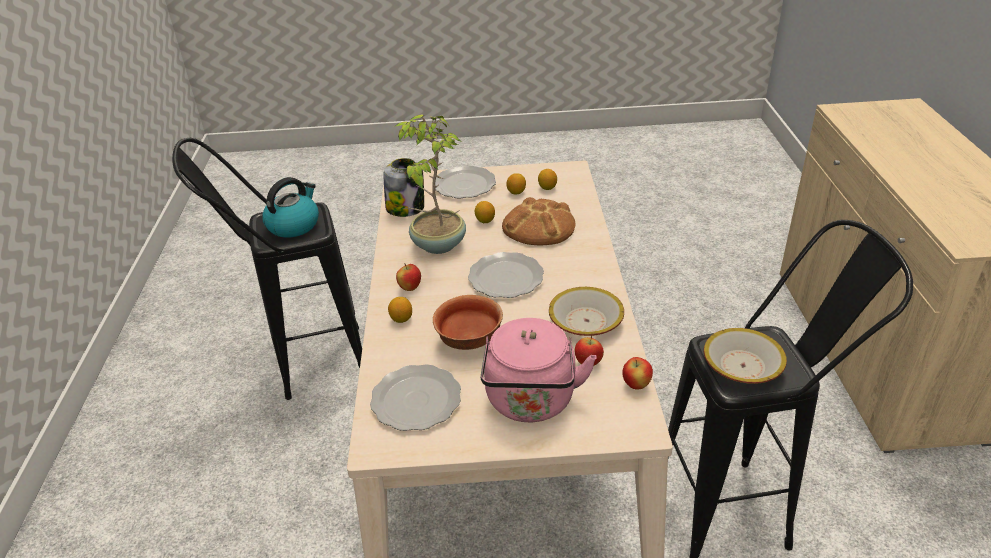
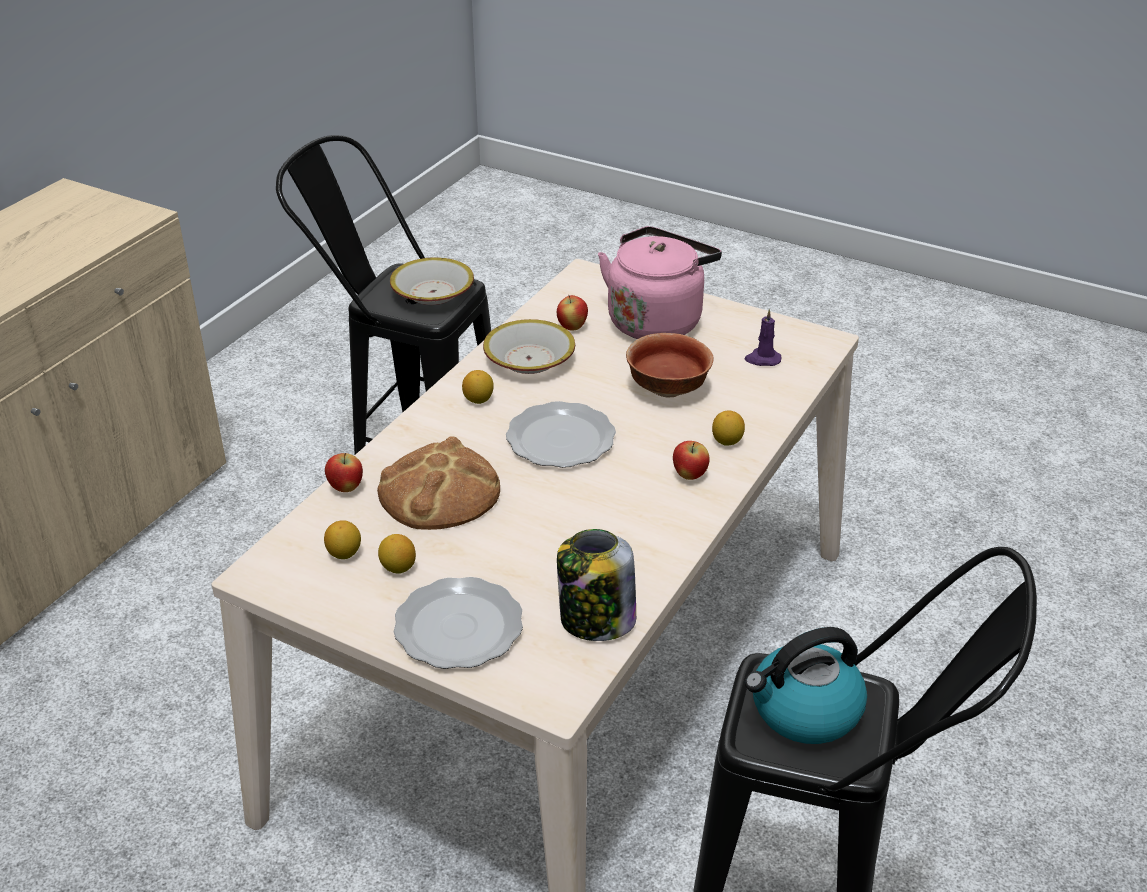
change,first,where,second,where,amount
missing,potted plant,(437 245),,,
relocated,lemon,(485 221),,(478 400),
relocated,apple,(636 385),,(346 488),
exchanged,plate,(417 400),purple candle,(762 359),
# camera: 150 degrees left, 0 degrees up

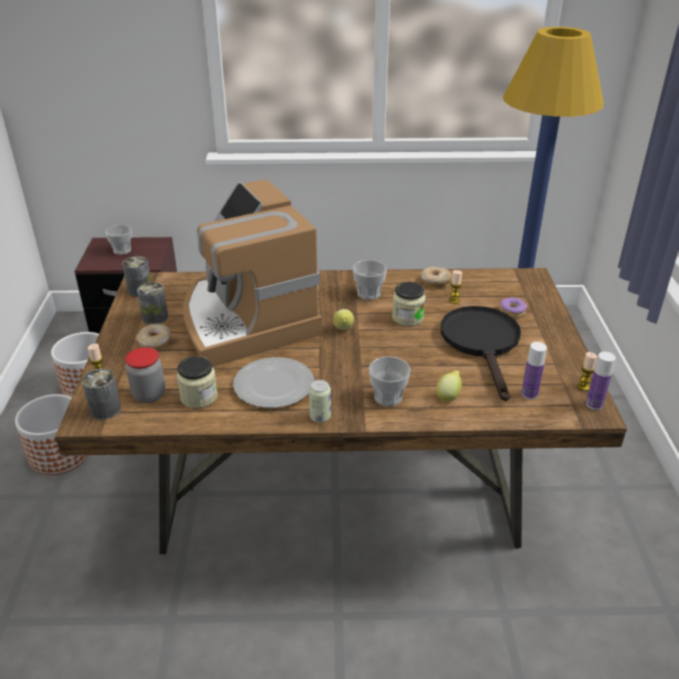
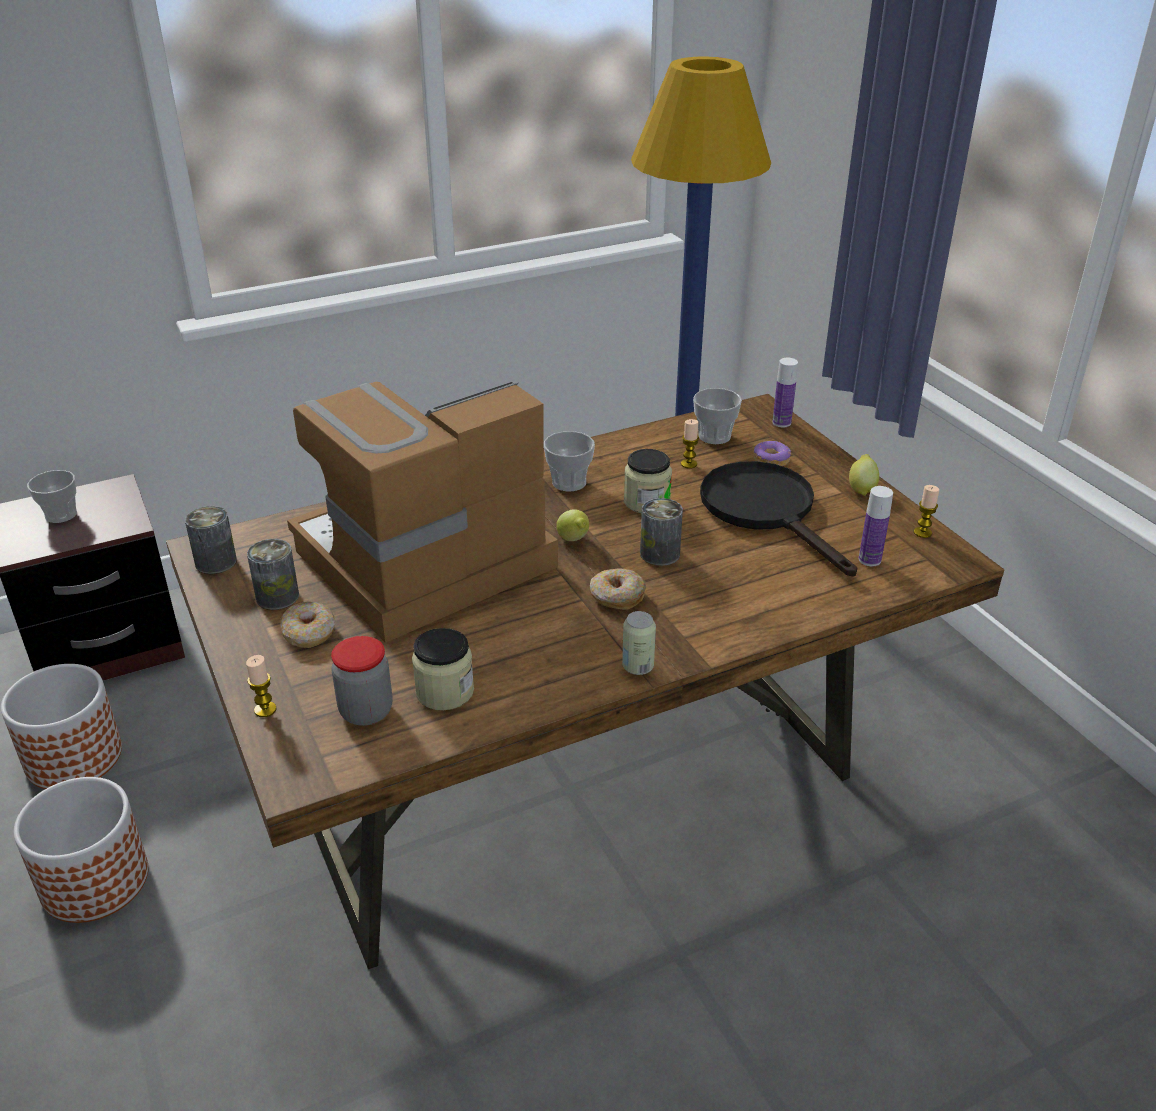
change,first,where,second,where,amount
missing,plate,(275 385),,,
relocated,can,(105 409),,(660 553),
relocated,cup,(388 397),,(714 436),
relocated,donut,(435 282),,(616 596),
relocated,lemon,(448 396),,(861 489),
relocated,bottle,(594 404),,(781 423),
spun,coffee machine,(246 319),,(423 562),105 degrees clockwise
# camera: 25 degrees left, 0 degrees up

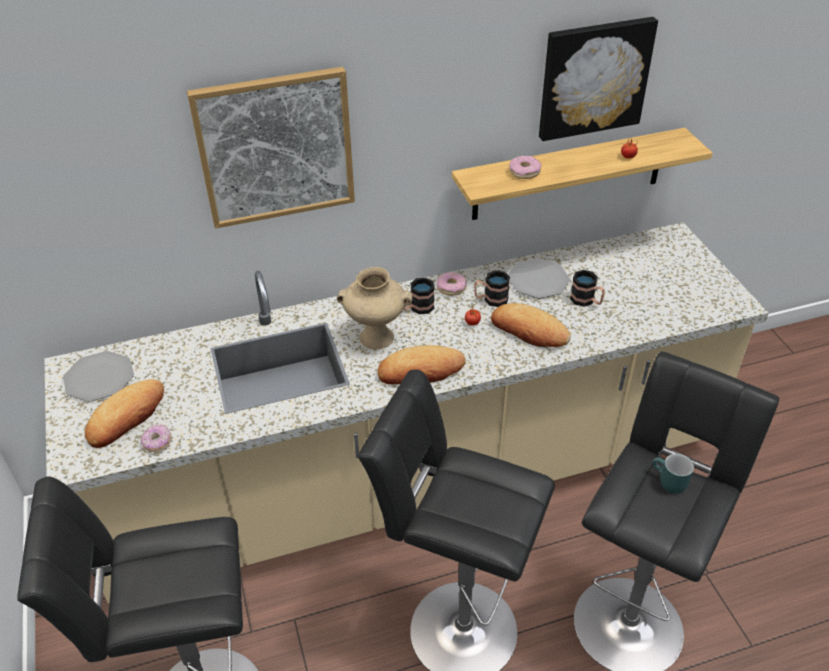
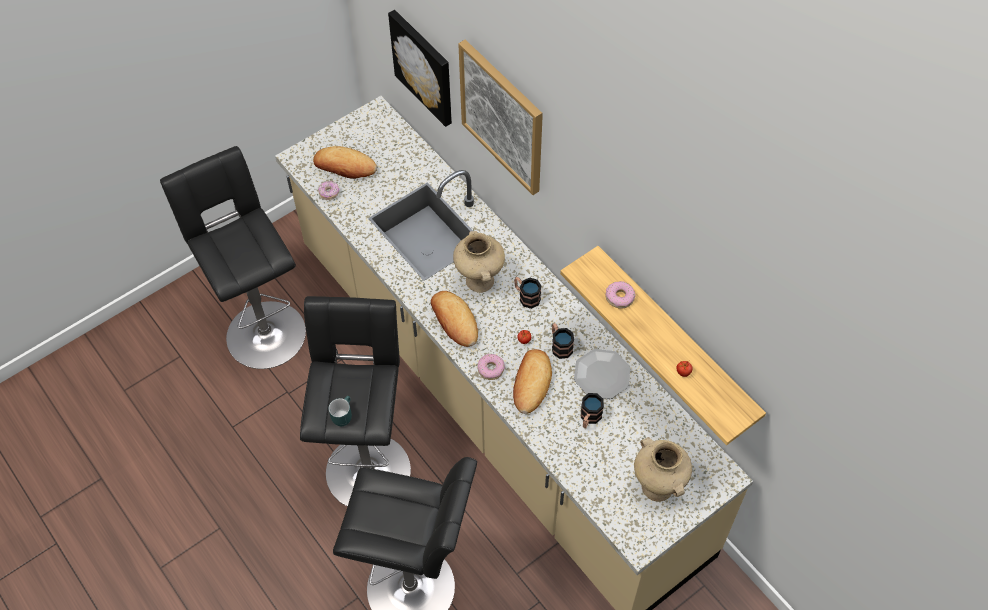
change,first,where,second,where,amount
missing,plate,(99 377),,,
appeared,,,beige vase,(658 487),
relocated,donut,(451 287),,(490 369),
relocated,picture,(593 77),,(424 66),
relocated,turquoise mug,(668 482),,(342 415),
# camera: 70 degrees right, 15 degrees up

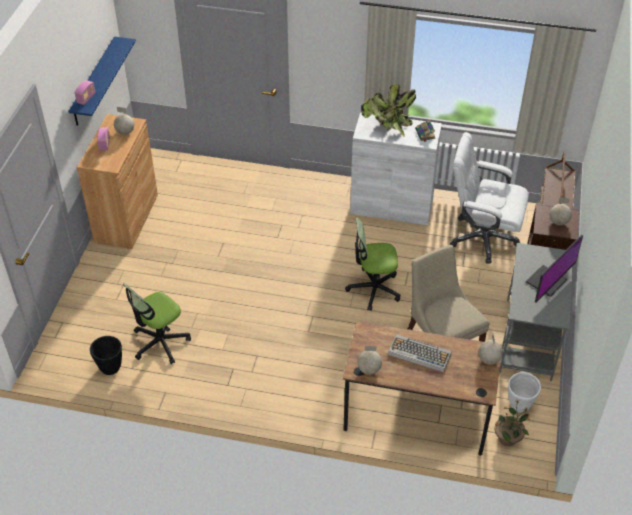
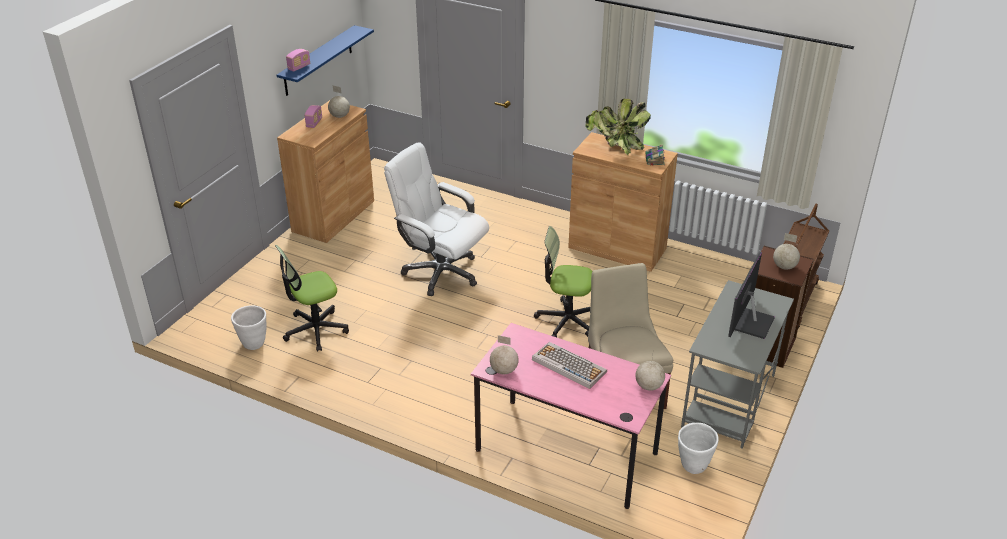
change,first,where,second,where,amount
missing,potted plant,(508 438),,,
relocated,white office chair,(482 238),,(440 272),
colour,black planter,(110 368),white planter,(254 343),
colour,brown desk,(416 414),pink desk,(566 451),
colour,white cabinet,(391 206),brown cabinet,(617 248),
spun,monitor,(547 281),,(750 323),150 degrees clockwise
# camera: 15 degrees right, 10 degrees down

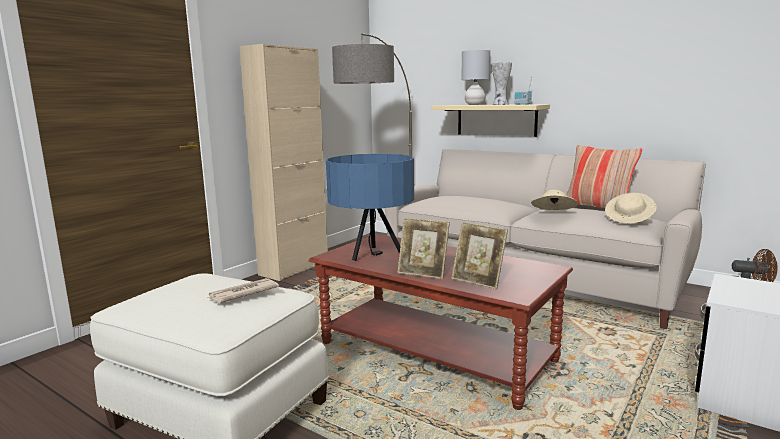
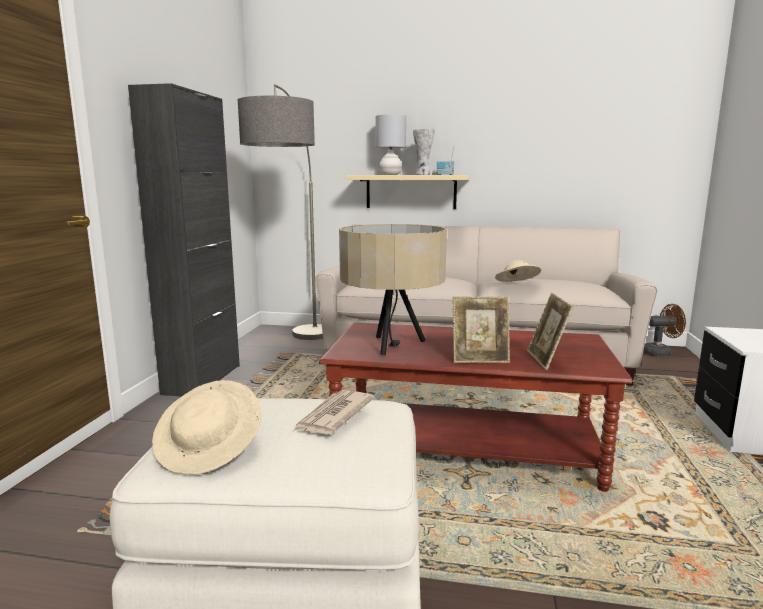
change,first,where,second,where,amount
missing,pillow,(598 208),,,
relocated,beige hat,(629 219),,(210 449),
colour,beige cabinet,(294 268),black cabinet,(202 379),
colour,blue table lamp,(372 255),beige table lamp,(392 347),
spun,picture frame,(478 281),,(546 360),75 degrees clockwise
# camera: 25 degrees left, 0 degrees up

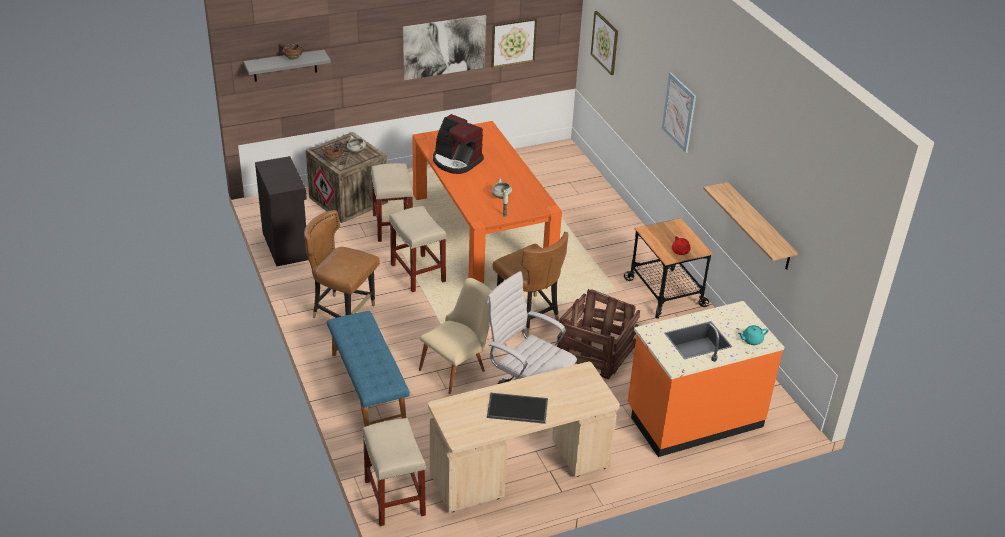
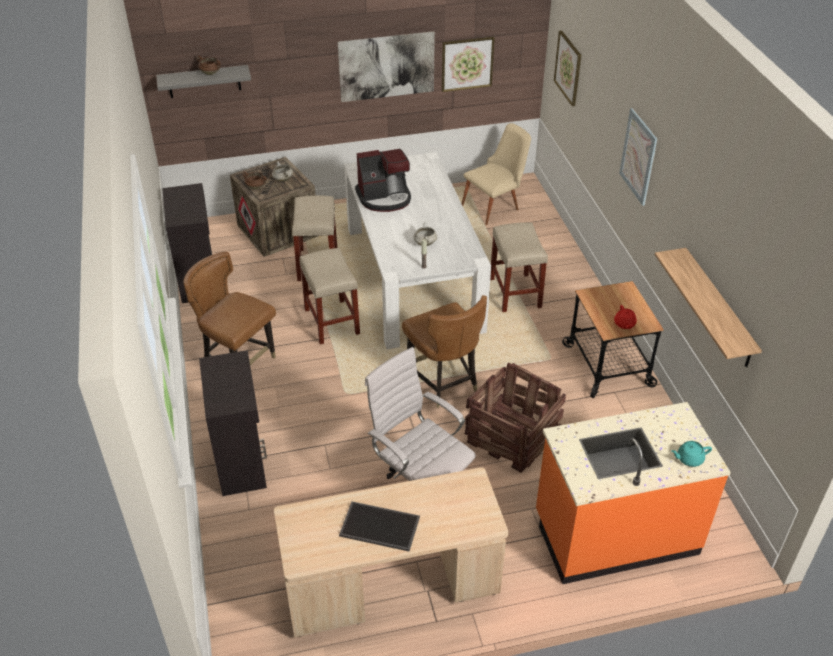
change,first,where,second,where,amount
relocated,beige stool,(395 498),,(515 293),
relocated,beige chair,(458 368),,(495 206),
exchanged,blue bench,(367 388),black cabinet,(241 460),
colour,orange dining table,(482 233),white dining table,(413 277),
spun,coffee machine,(456 161),,(384 198),60 degrees counterclockwise
# camera: 10 degrees right, 5 degrees up

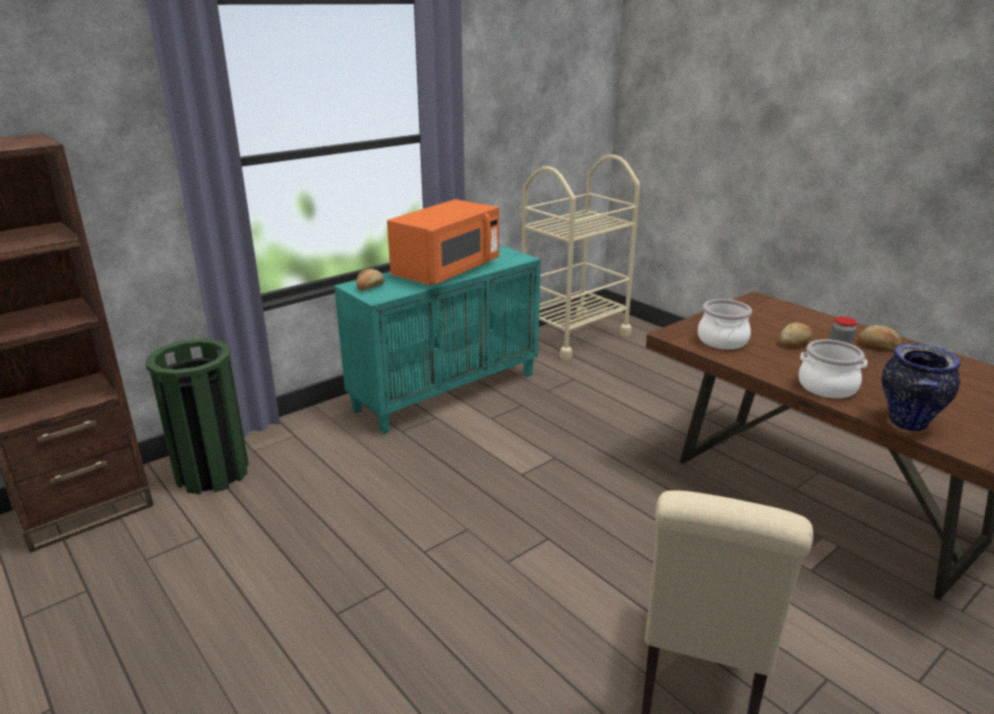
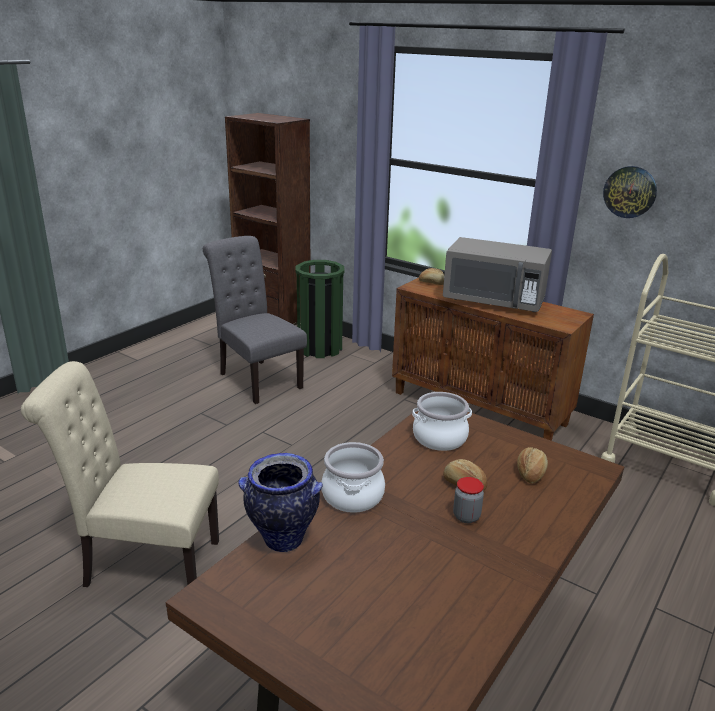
change,first,where,second,where,amount
appeared,,,grey chair,(256 379),
appeared,,,wall clock,(630 192),
relocated,bread,(878 346),,(530 473),
colour,turquoise cabinet,(446 391),brown cabinet,(480 408),
colour,orange microwave,(446 271),grey microwave,(493 301),
# camera: 75 degrees right, 0 degrees up

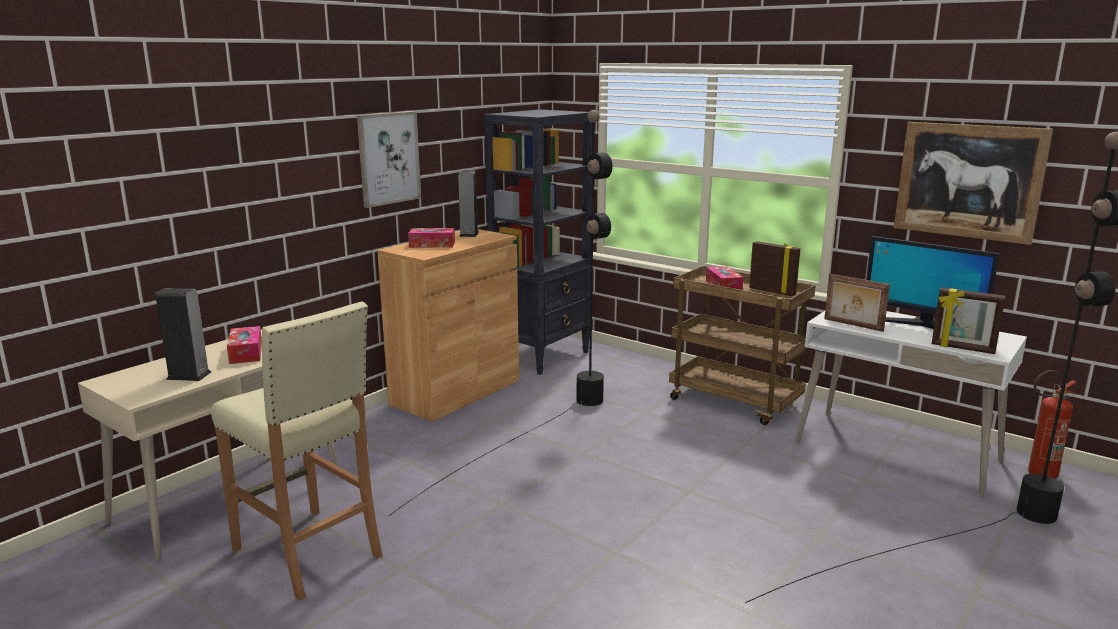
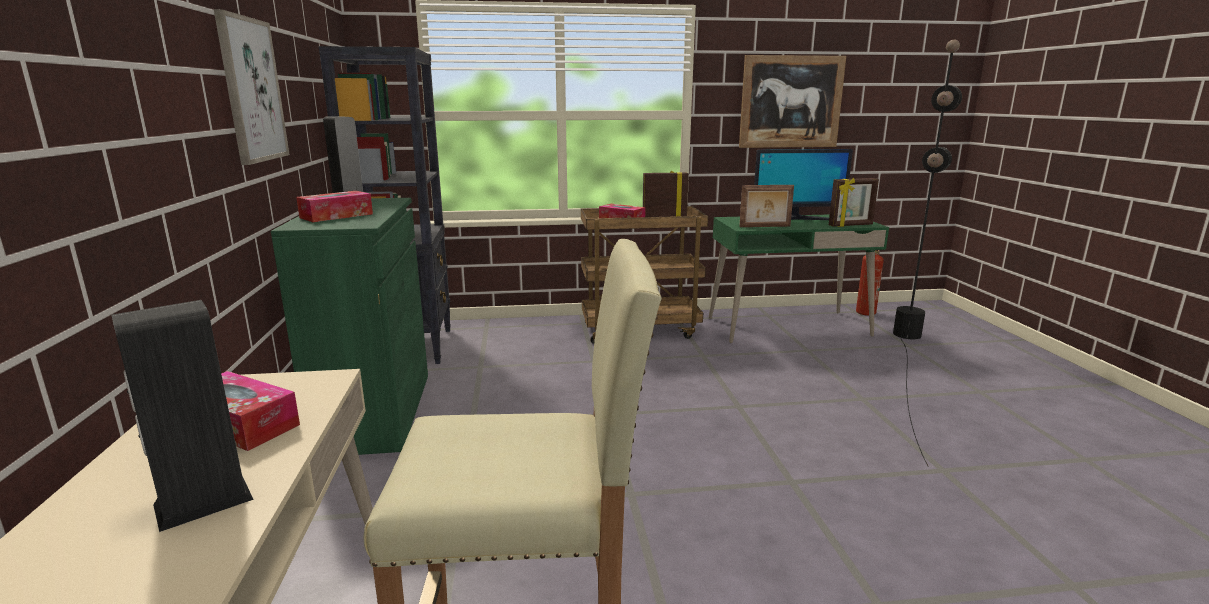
change,first,where,second,where,amount
missing,black floor lamp,(542 426),,,
colour,brown cabinet,(456 392),green cabinet,(375 412),
colour,white desk,(896 452),green desk,(787 327),
# camera: 45 degrees left, 0 degrees up

